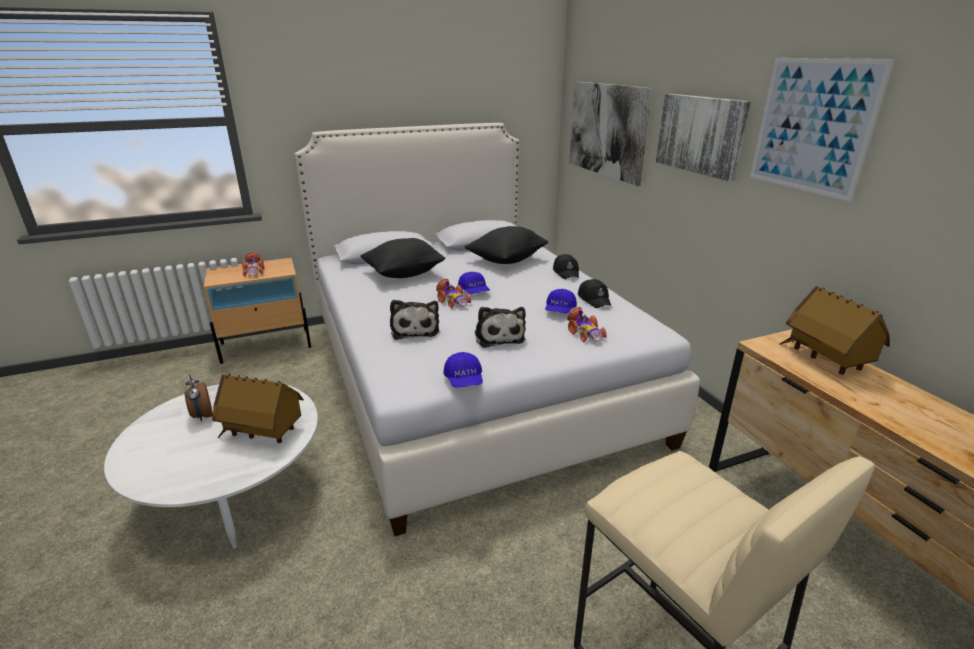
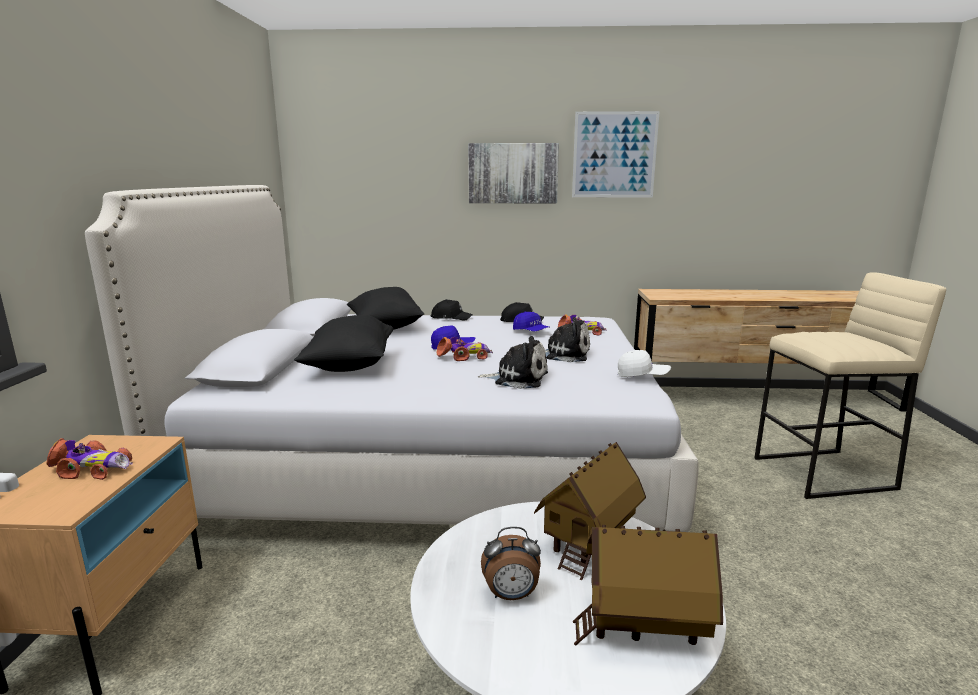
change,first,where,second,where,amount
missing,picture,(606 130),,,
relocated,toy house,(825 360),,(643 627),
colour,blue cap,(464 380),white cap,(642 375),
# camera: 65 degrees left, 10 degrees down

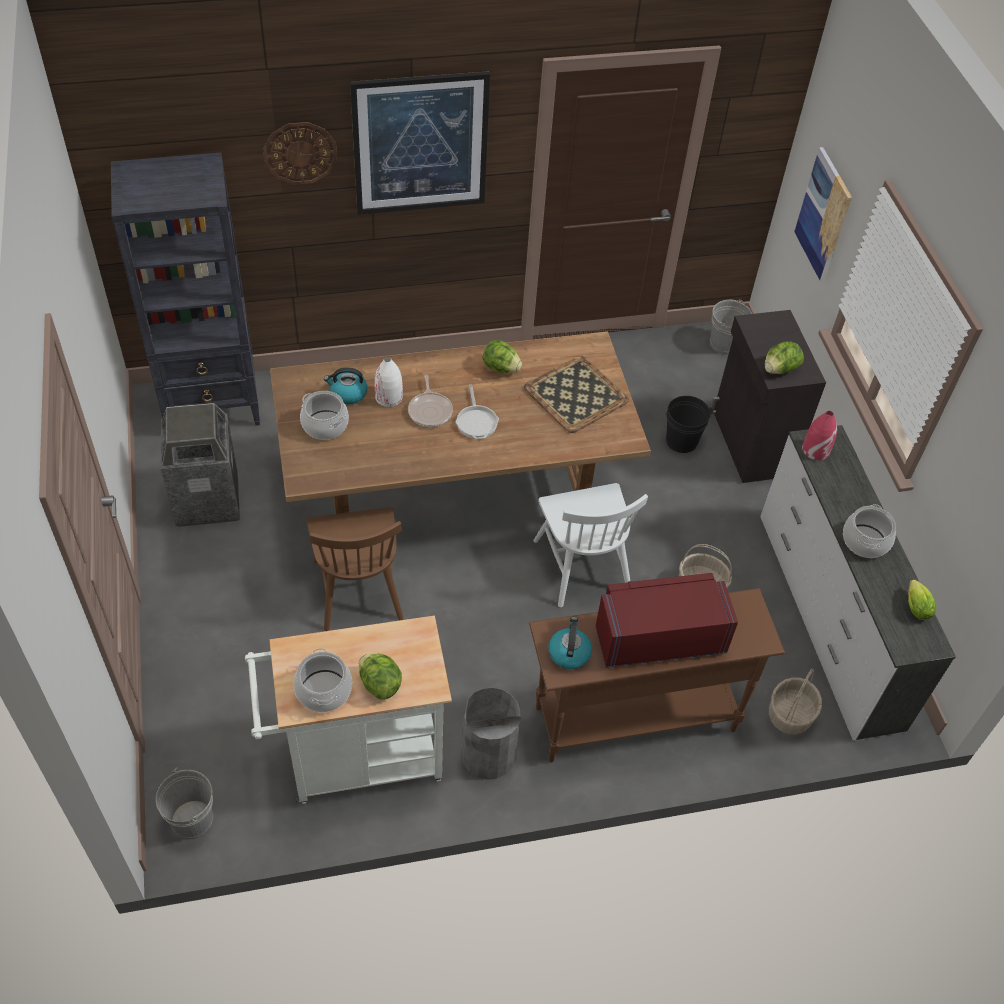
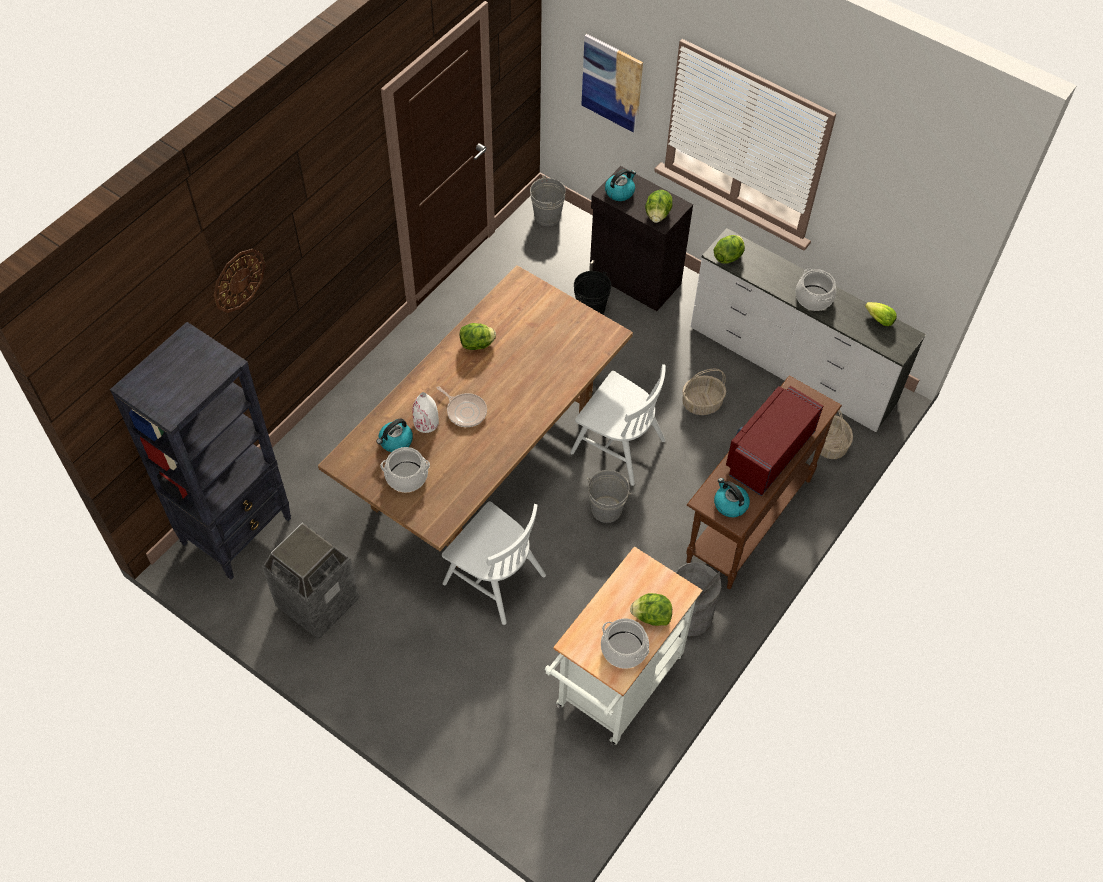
change,first,where,second,where,amount
missing,picture,(420 144),,,
missing,frying pan,(476 421),,,
missing,tray,(576 393),,,
appeared,,,kettle,(620 192),
relocated,grey bucket,(192 820),,(606 509),
exchanged,red vase,(815 449),lettuce,(728 256),
colour,brown chair,(358 589),white chair,(494 579),
# camera: 40 degrees left, 5 degrees up

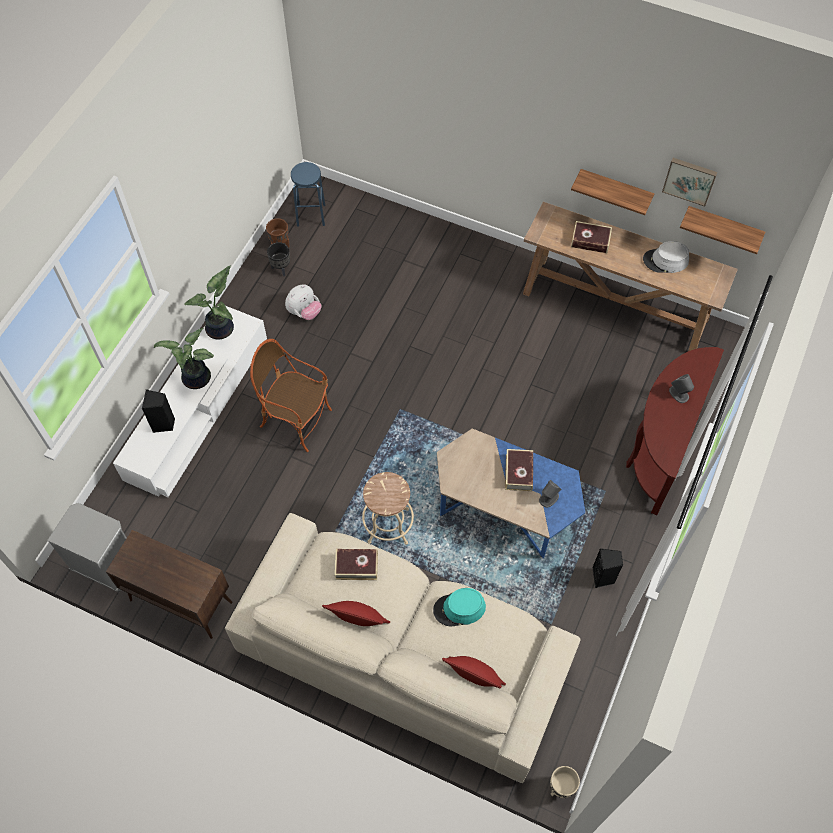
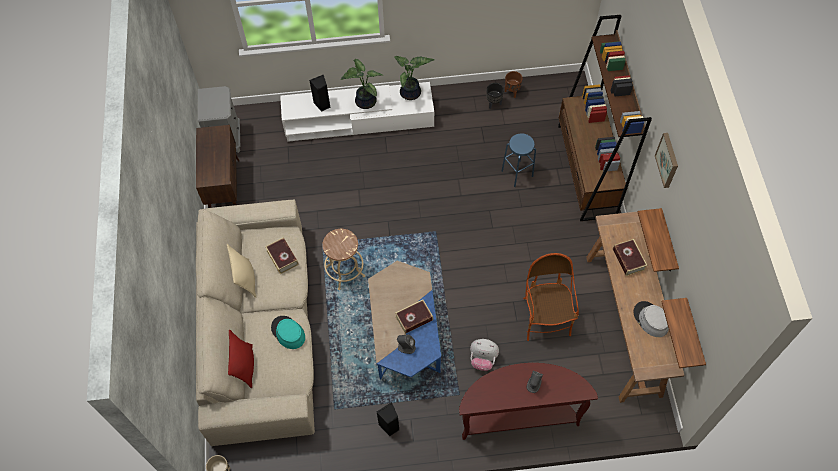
change,first,where,second,where,amount
appeared,,,brown bookcase,(586 170),
relocated,armchair,(296 420),,(545 318),
relocated,plush toy,(304 312),,(483 359),
relocated,blue stool,(311 215),,(517 173),
relocated,picture,(689 180),,(668 160),
colour,red pillow,(358 622),beige pillow,(246 279),
# camera: 60 degrees right, 0 degrees up

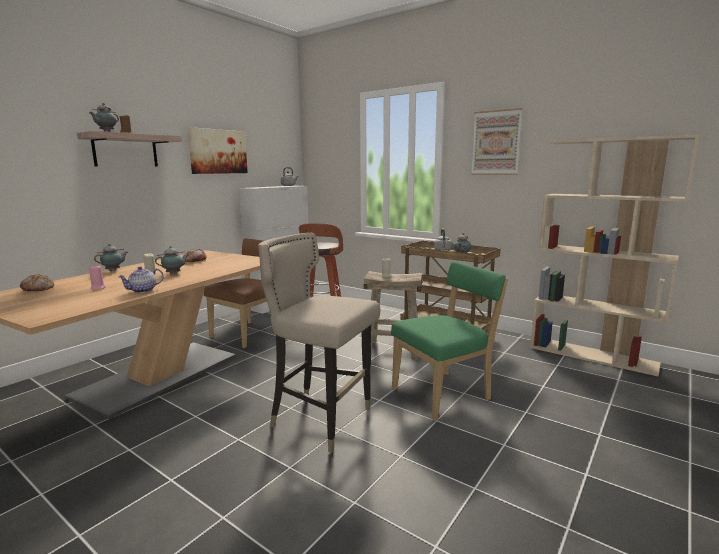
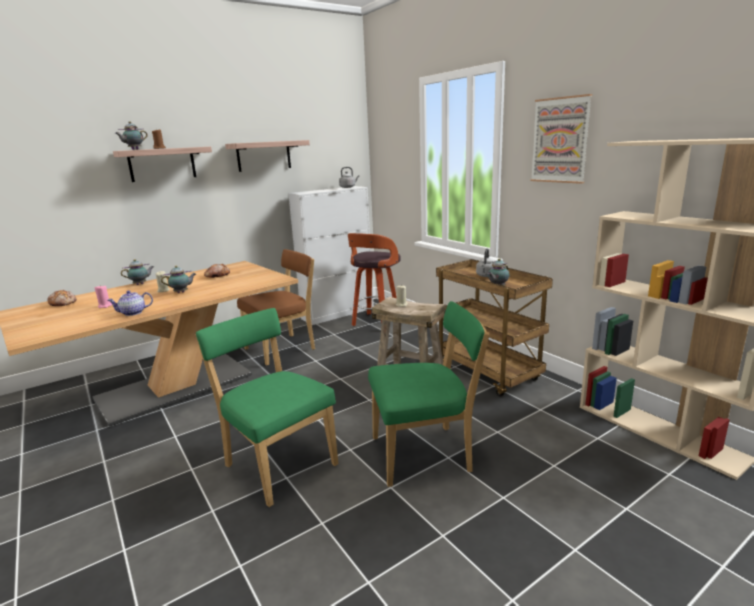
change,first,where,second,where,amount
exchanged,picture,(218 151),shelf,(264 156),
exchanged,beige stool,(322 420),green chair,(278 463),
# camera: 20 degrees right, 5 degrees up

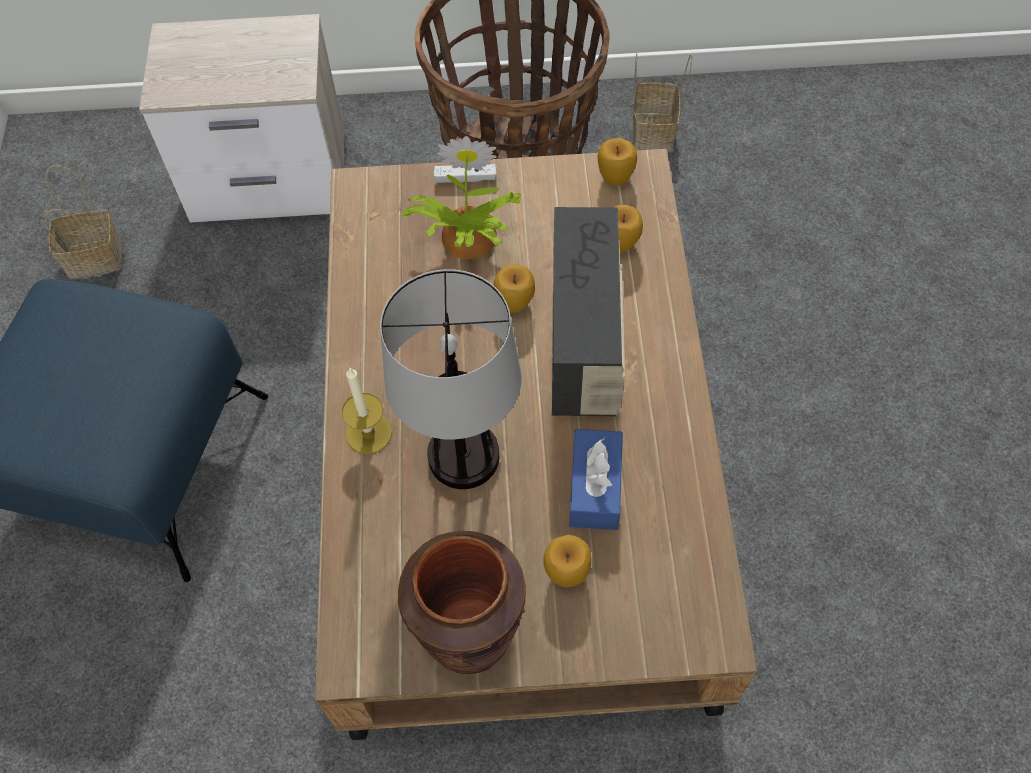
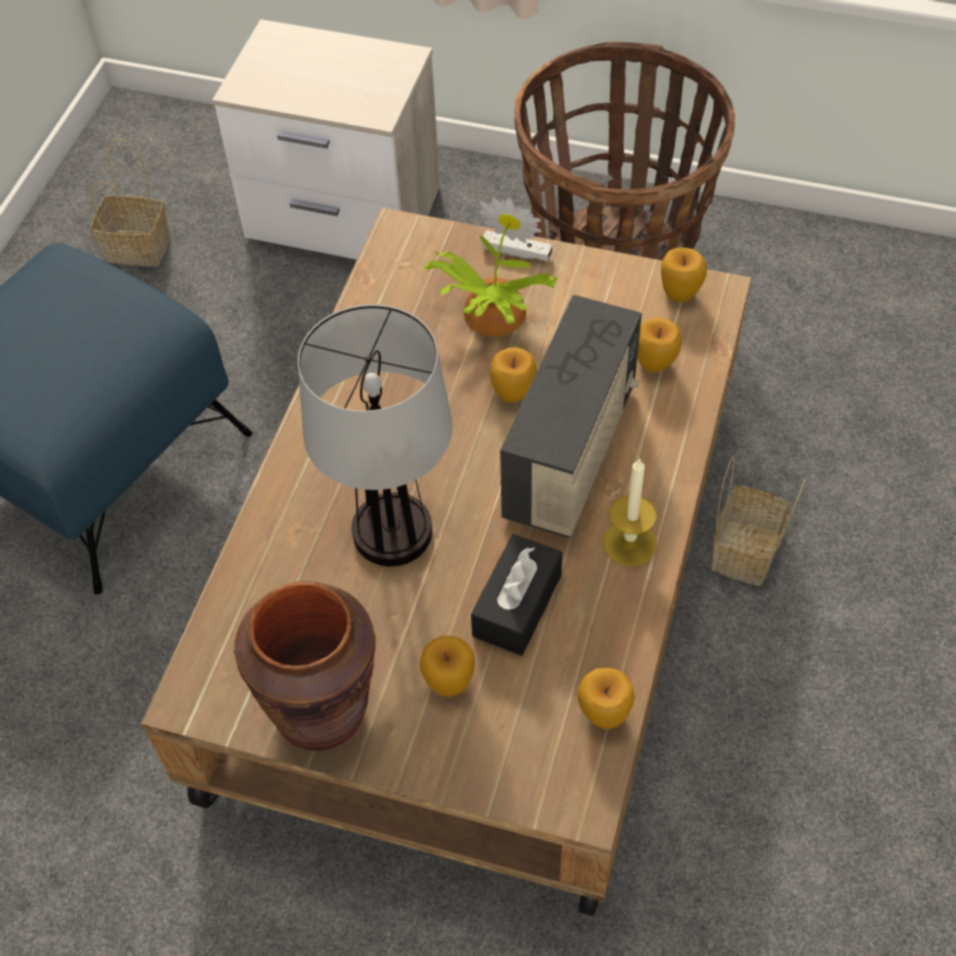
change,first,where,second,where,amount
appeared,,,apple,(604 714),
relocated,candle,(368 433),,(629 543),
relocated,basket,(654 133),,(746 554),
colour,blue tissue box,(595 487),black tissue box,(517 605),
# camera: 20 degrees right, 5 degrees down

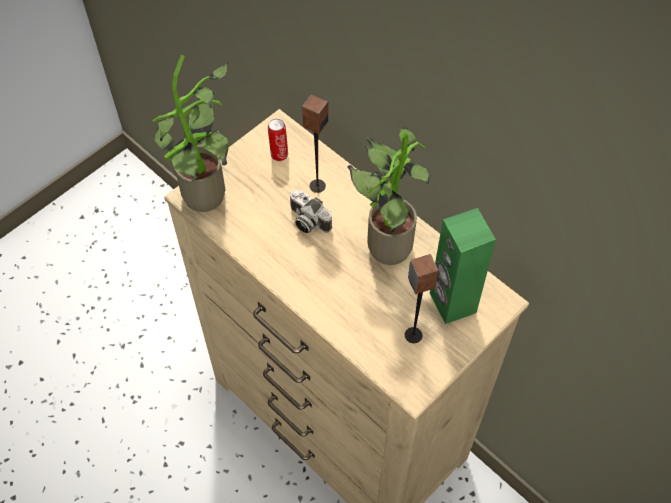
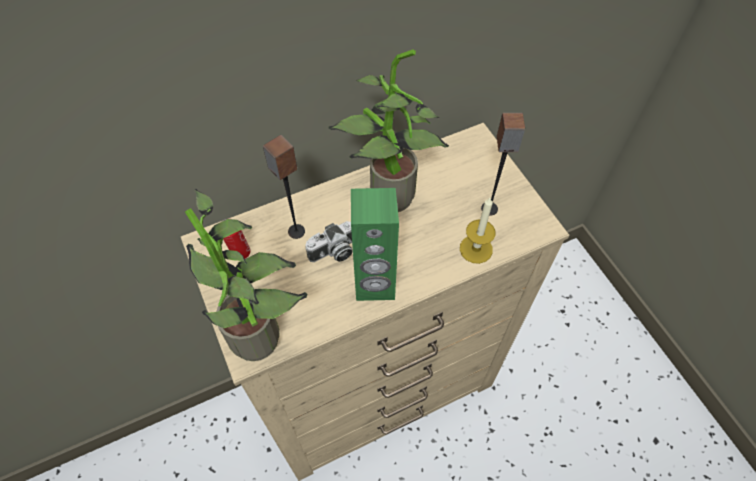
change,first,where,second,where,amount
appeared,,,candle,(476 249),
relocated,green speaker,(452 303),,(375 285),
# camera: 70 degrees left, 0 degrees up

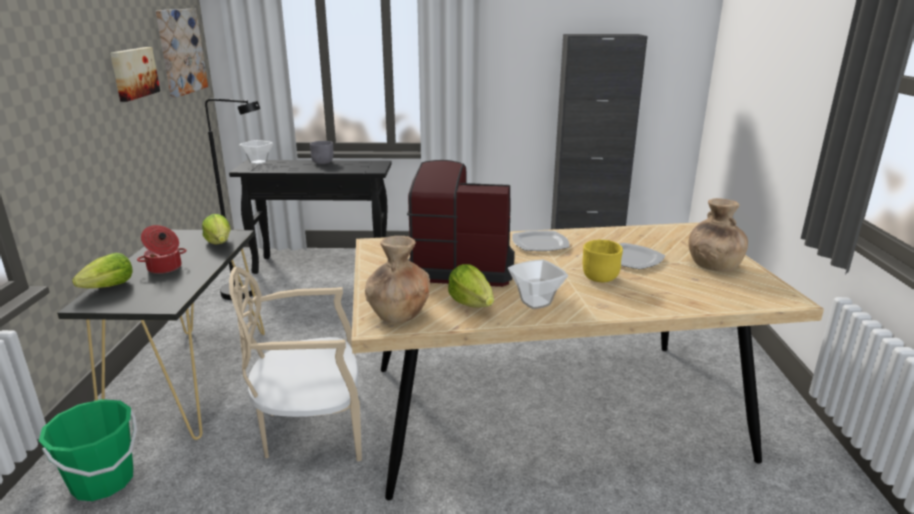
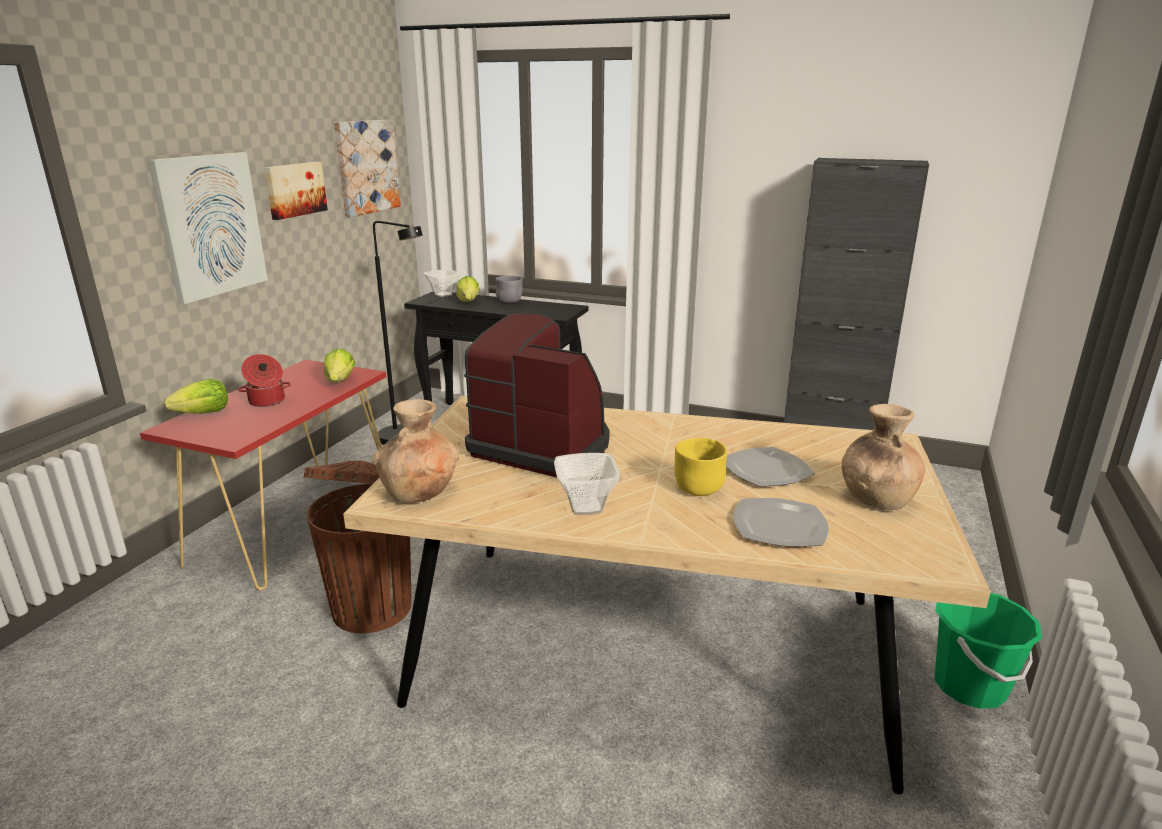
change,first,where,second,where,amount
appeared,,,picture,(210 225),
relocated,green bucket,(103 481),,(969 686),
relocated,lettuce,(471 303),,(468 302),
relocated,plate,(540 243),,(780 526),
exchanged,beige chair,(311 429),brown trash can,(373 606),
colour,black console table,(193 378),red console table,(297 524),
# camera: 20 degrees right, 0 degrees up

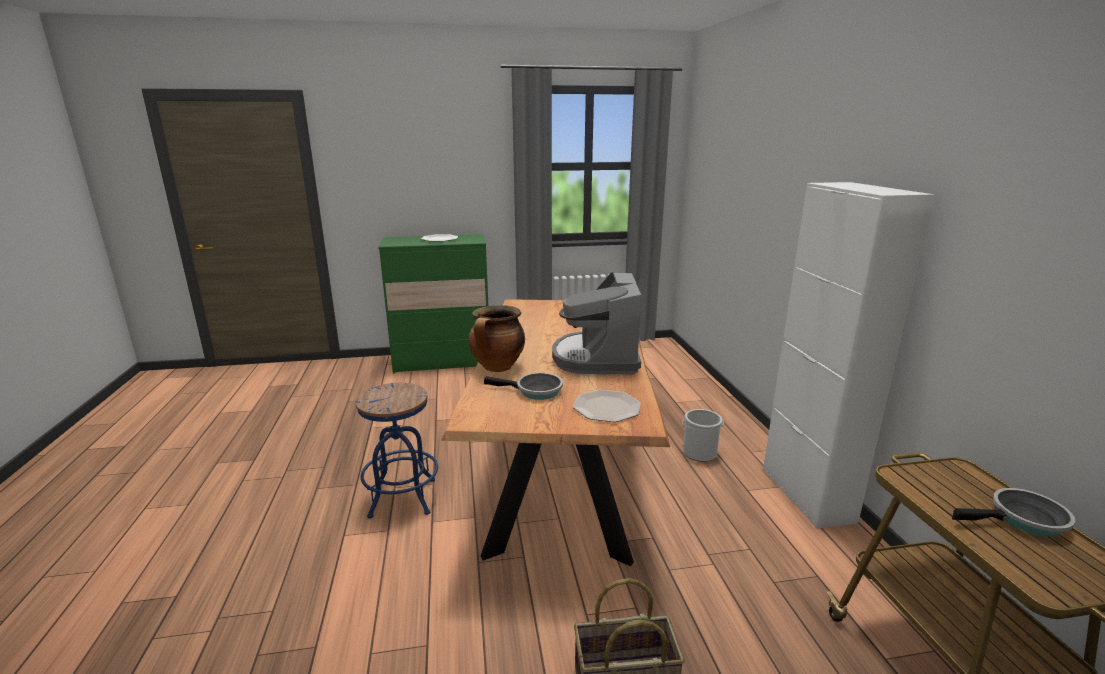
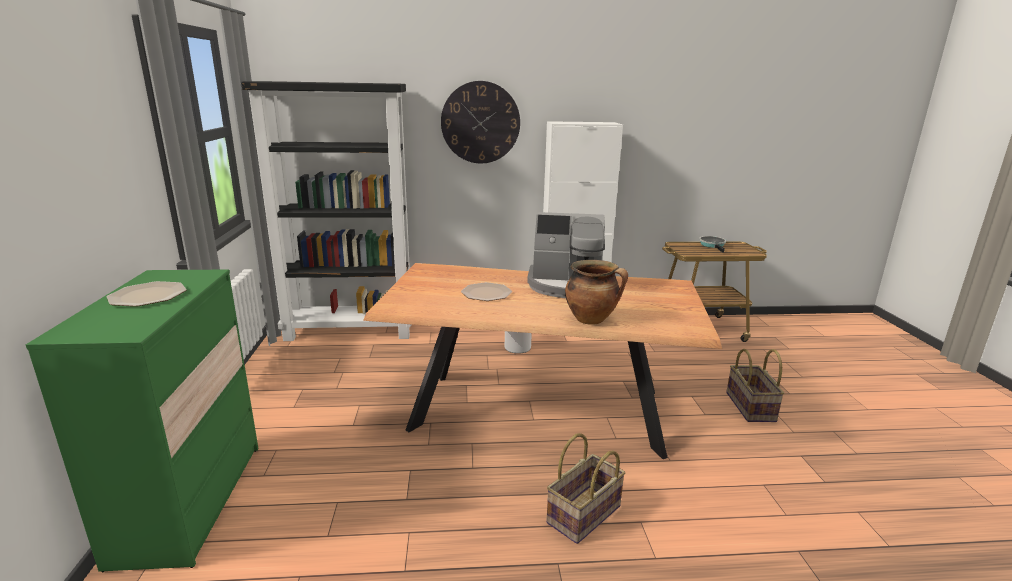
change,first,where,second,where,amount
missing,frying pan,(535 391),,,
appeared,,,black bookcase,(351 331),
appeared,,,wall clock,(480 123),
relocated,plate,(607 407),,(486 293),
exchanged,blue stool,(403 498),basket,(584 515),
# camera: 85 degrees left, 0 degrees up

